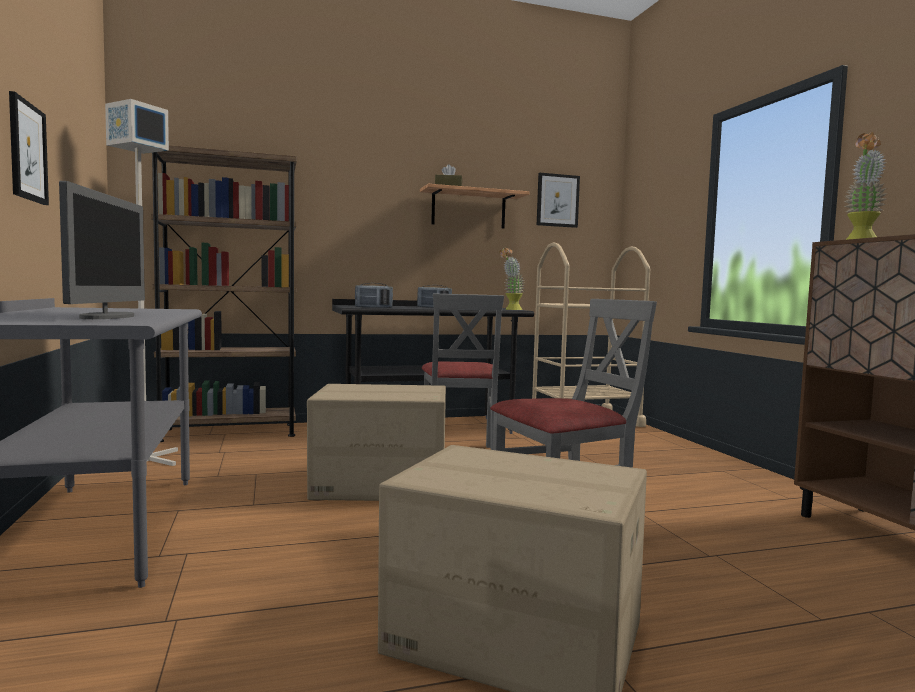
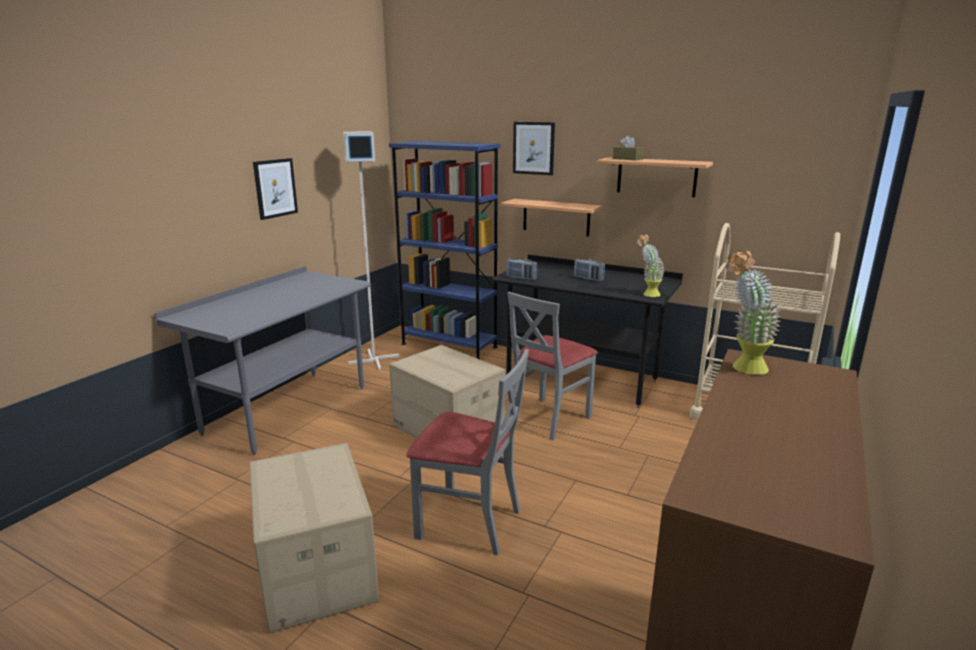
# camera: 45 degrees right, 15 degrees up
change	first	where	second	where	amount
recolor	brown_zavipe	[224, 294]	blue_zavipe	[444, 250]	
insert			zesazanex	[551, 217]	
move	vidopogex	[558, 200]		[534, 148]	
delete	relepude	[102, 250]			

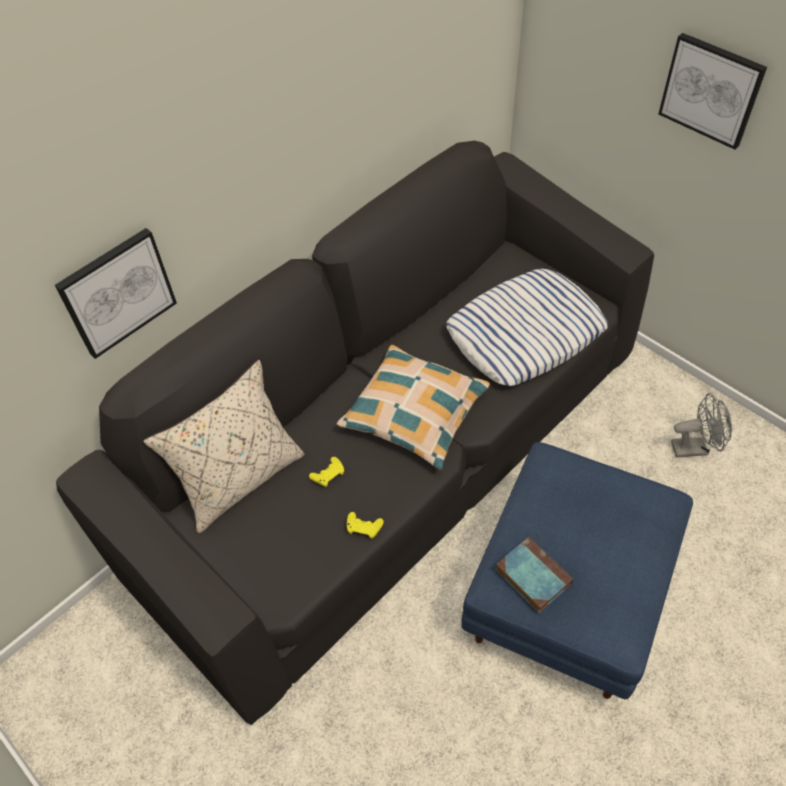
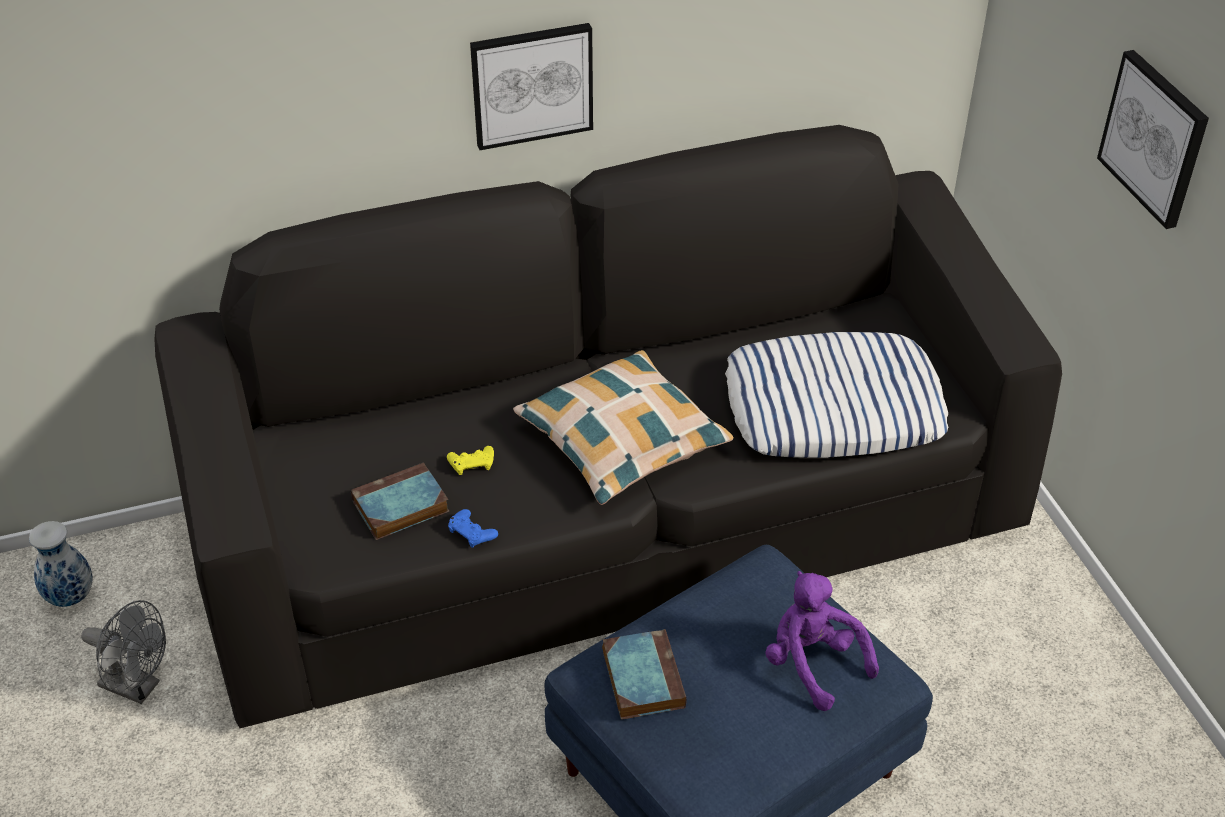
# camera: 25 degrees right, 10 degrees down
change	first	where	second	where	amount
insert			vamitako	[61, 564]	
move	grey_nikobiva	[701, 425]		[123, 652]	
insert			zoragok	[400, 501]	
recolor	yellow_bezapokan	[365, 525]	blue_bezapokan	[473, 528]	
move	vidopogex	[116, 293]		[531, 86]	
insert			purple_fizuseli	[822, 641]	
delete	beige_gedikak	[224, 446]			

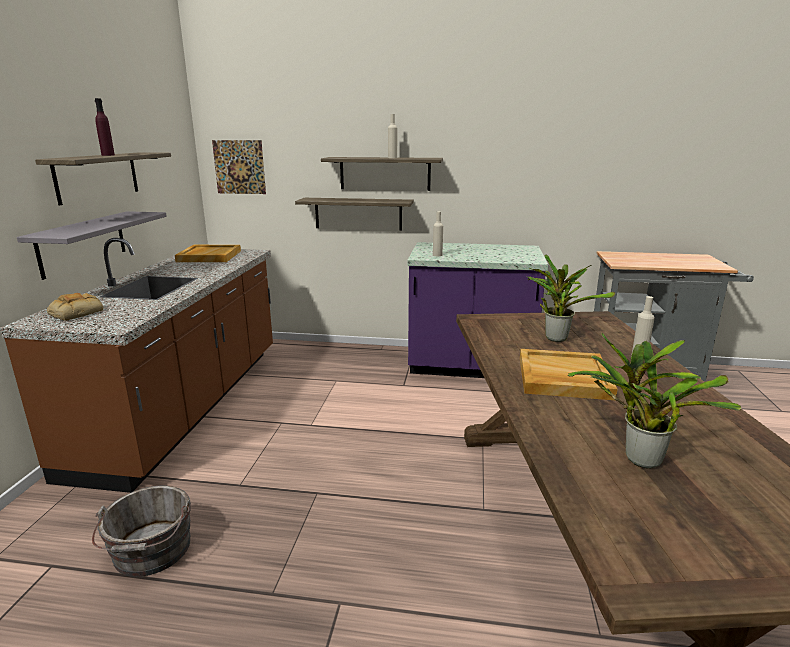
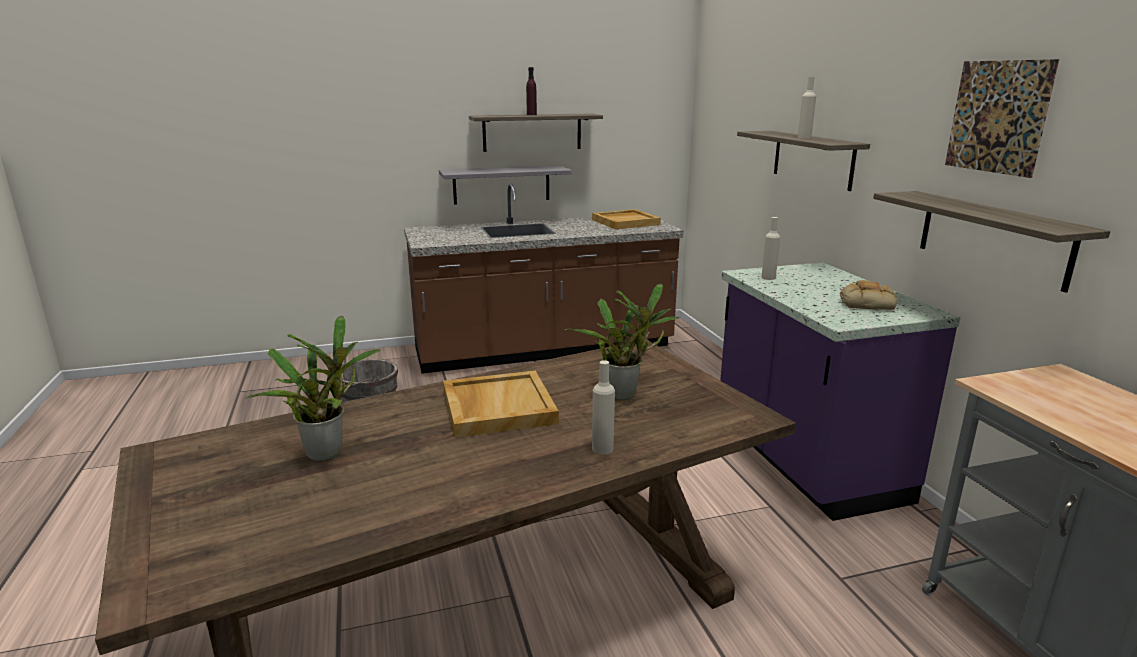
# camera: 65 degrees right, 0 degrees up
change	first	where	second	where	amount
move	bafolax	[75, 307]		[868, 295]	
move	zesazanex	[354, 214]		[991, 242]	
move	vidopogex	[239, 167]		[1002, 118]	

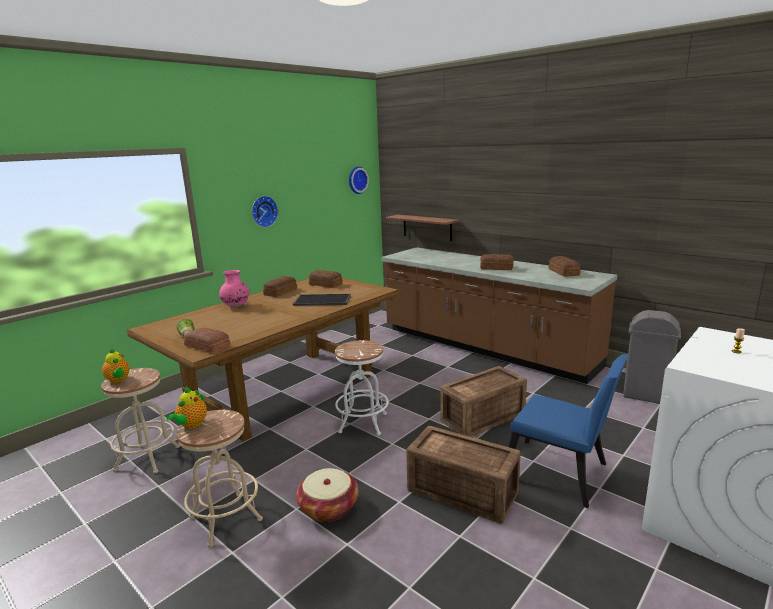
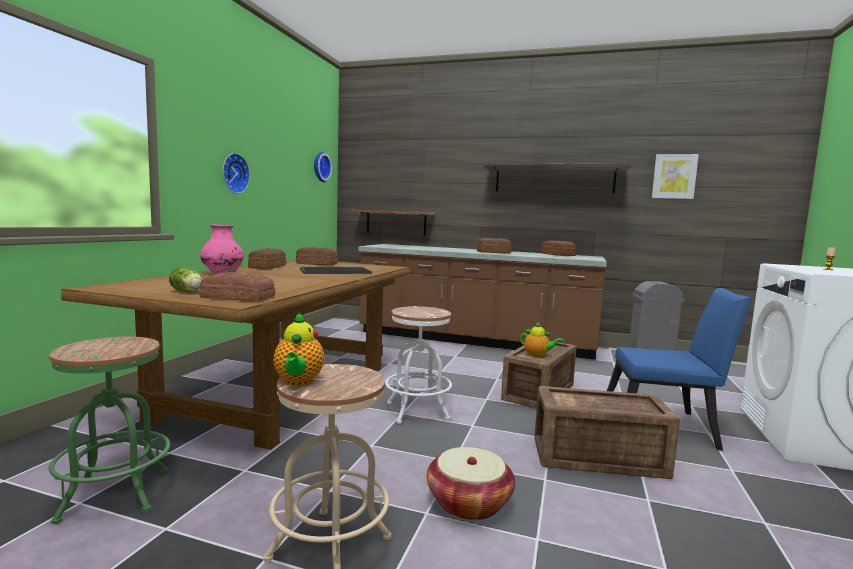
# camera: 25 degrees left, 10 degrees down
change	first	where	second	where	amount
recolor	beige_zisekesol	[140, 420]	green_zisekesol	[109, 430]	
insert			zesazanex	[557, 178]	
move	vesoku	[116, 365]		[541, 339]	
insert			vidopogex	[675, 176]	

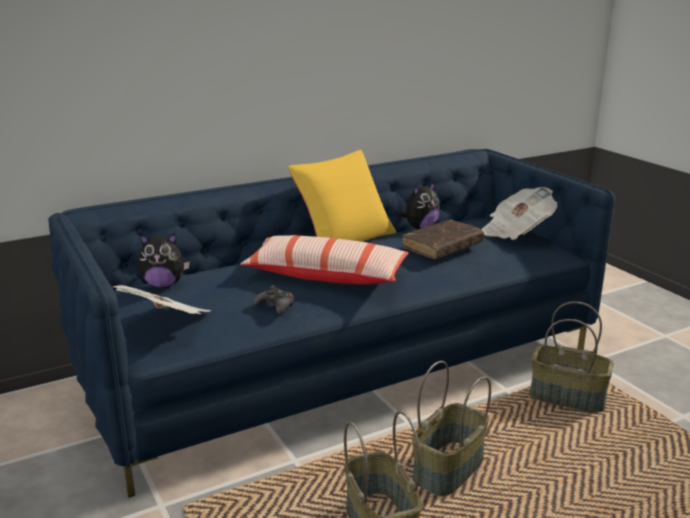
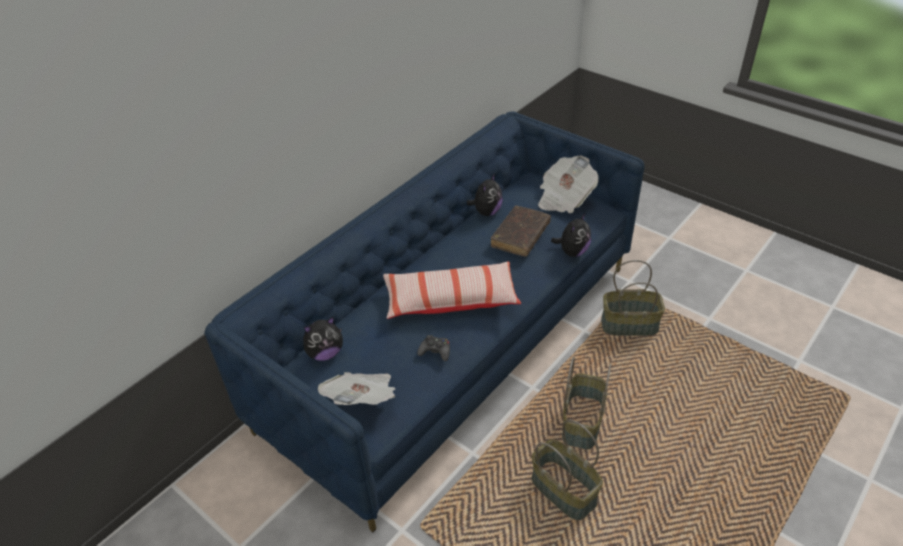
# camera: 20 degrees left, 20 degrees up
change	first	where	second	where	amount
insert			fizuseli	[571, 234]	
delete	yellow_gedikak	[342, 196]			

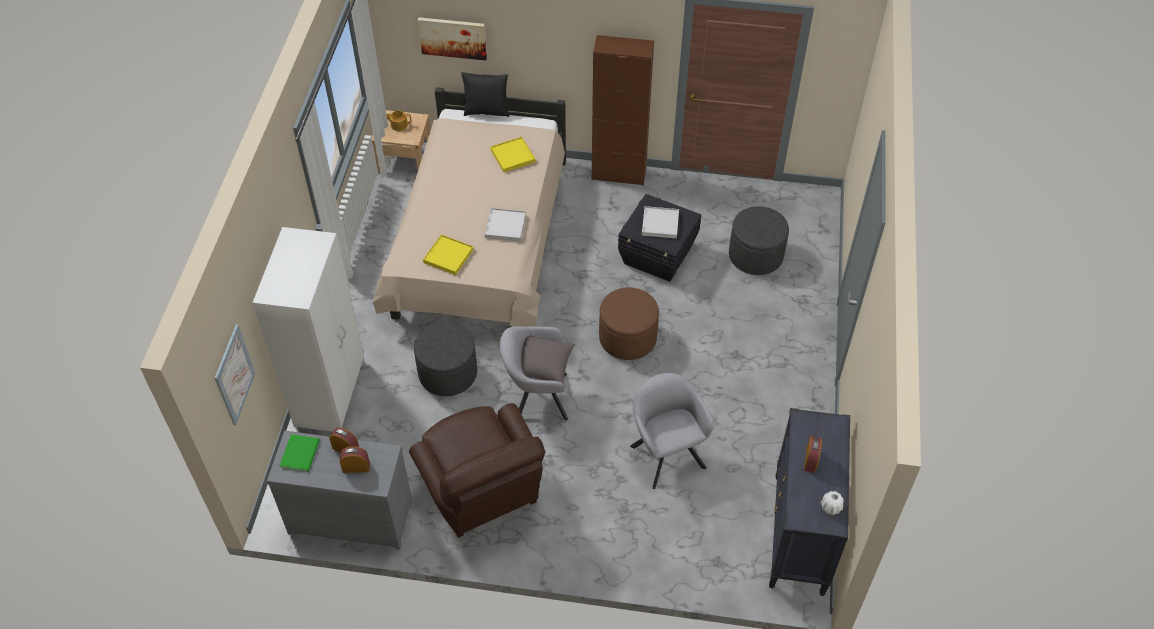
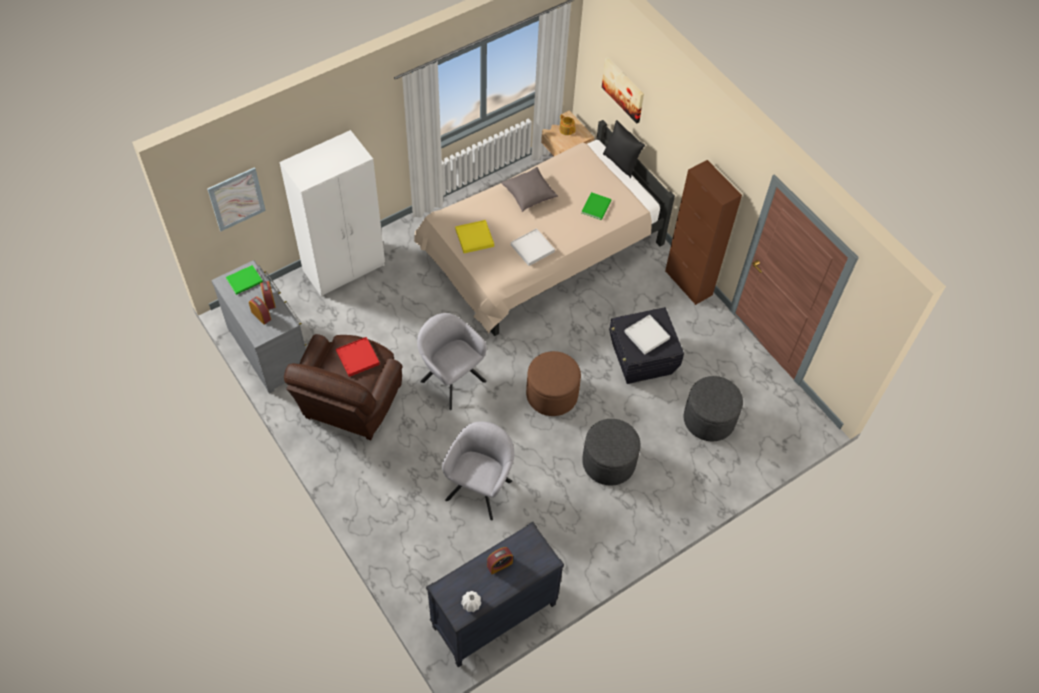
# camera: 45 degrees right, 5 degrees up
change	first	where	second	where	amount
insert			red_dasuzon	[358, 357]	
move	grey_gedikak	[548, 360]		[529, 189]	
replace	yellow_dasuzon	[513, 154]	green_zoragok	[596, 206]	
move	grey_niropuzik	[445, 359]		[611, 452]	

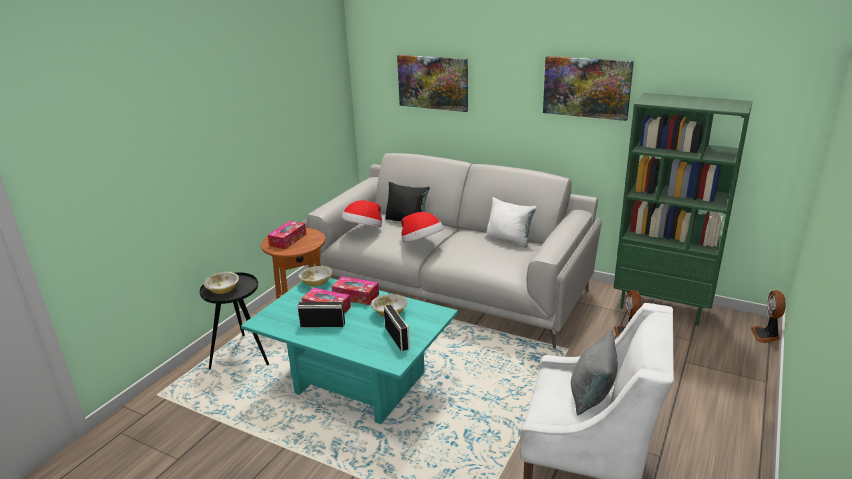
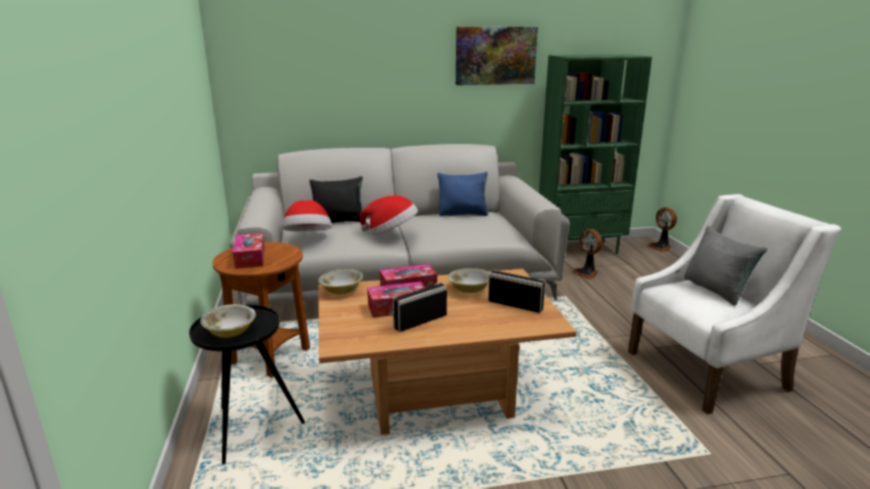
# camera: 40 degrees left, 5 degrees down
change	first	where	second	where	amount
recolor	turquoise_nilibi	[349, 351]	brown_nilibi	[447, 352]	
recolor	white_gedikak	[511, 222]	blue_gedikak	[463, 194]	
delete	vidopogex	[432, 83]			

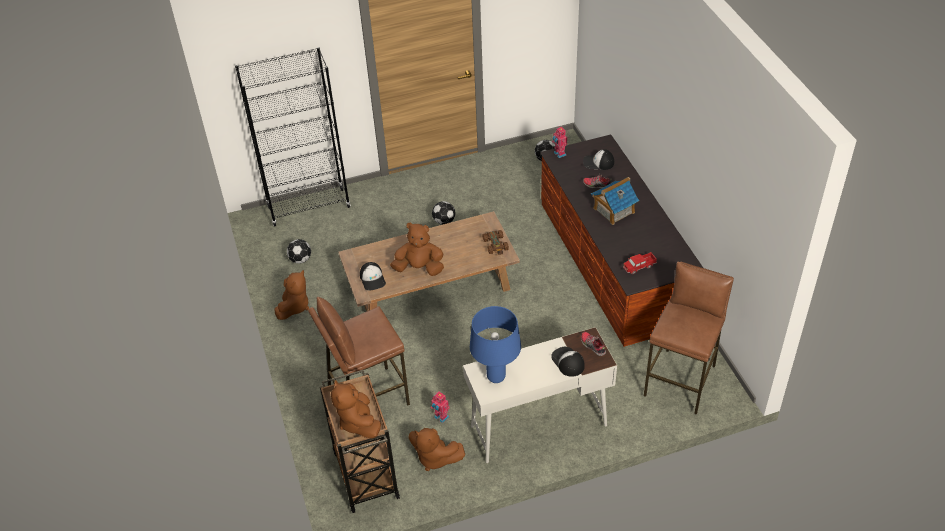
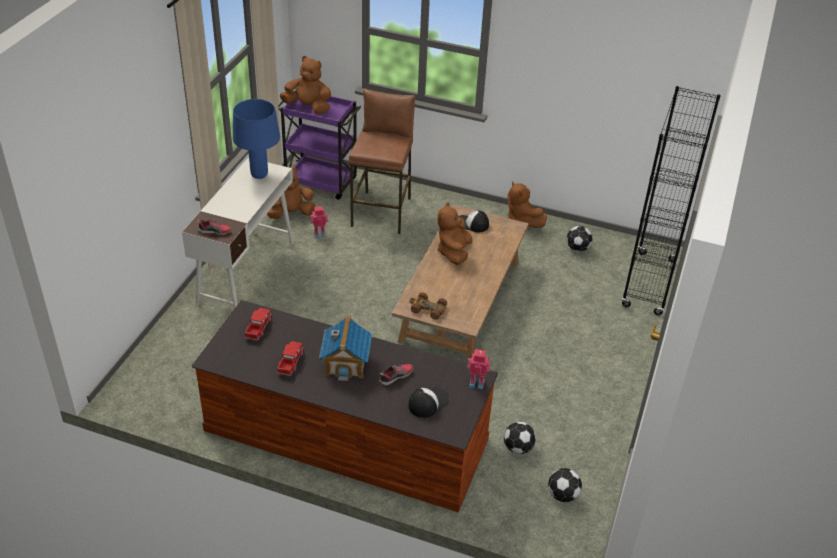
# camera: 125 degrees right, 5 degrees down
change	first	where	second	where	amount
insert			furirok	[290, 358]	
recolor	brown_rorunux	[360, 441]	purple_rorunux	[320, 145]	
rotate	brown_fizuseli	[417, 249]		[455, 234]	150 degrees clockwise
move	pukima	[443, 213]		[520, 438]	
delete	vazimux	[568, 362]			
delete	brown_zisekesol	[689, 338]			

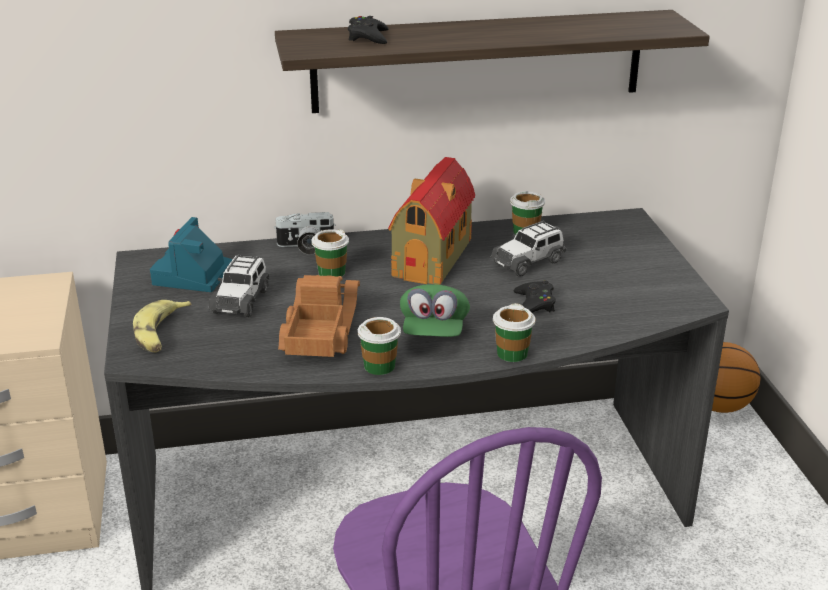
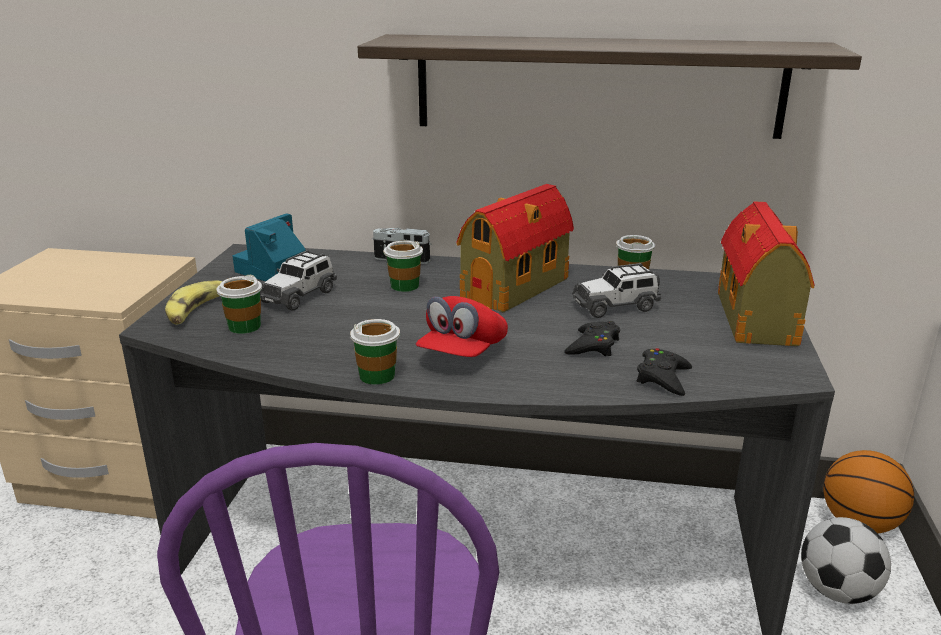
# camera: 20 degrees right, 5 degrees down
change	first	where	second	where	amount
move	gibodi	[514, 332]		[239, 304]	
recolor	green_vazimux	[435, 310]	red_vazimux	[462, 326]	
move	black_bezapokan	[368, 30]		[664, 372]	
insert			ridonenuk	[766, 273]	
insert			pukima	[846, 560]	
delete	furirok	[319, 316]			

